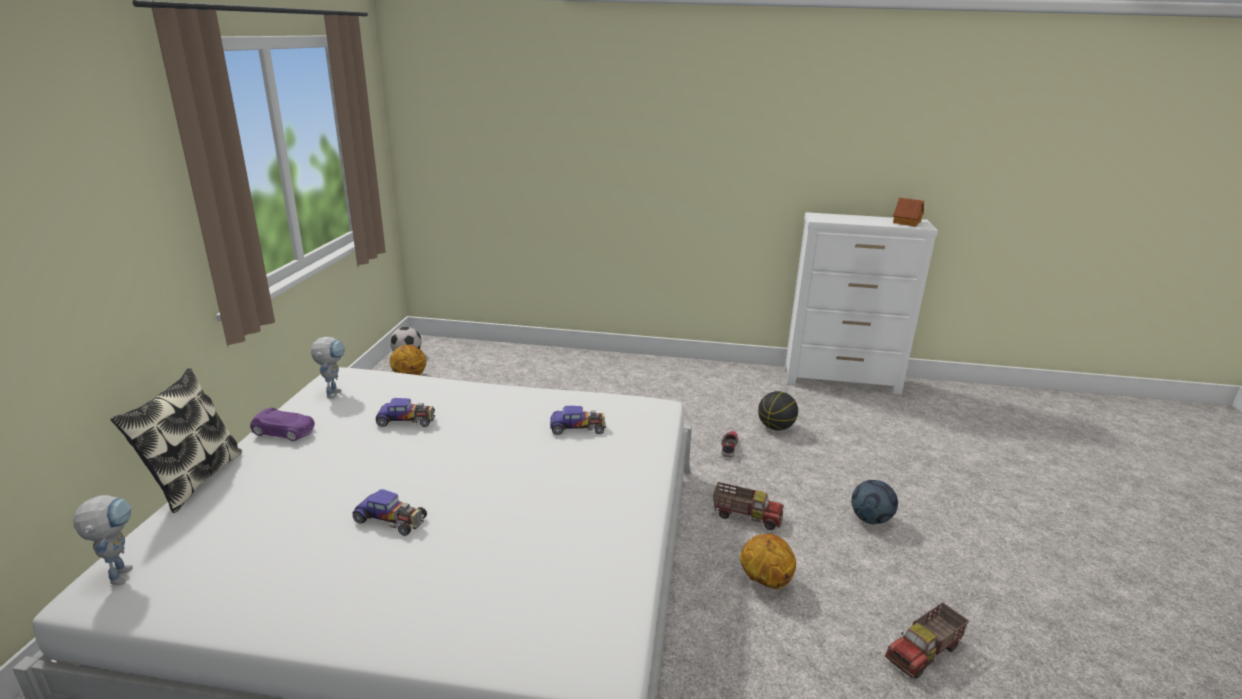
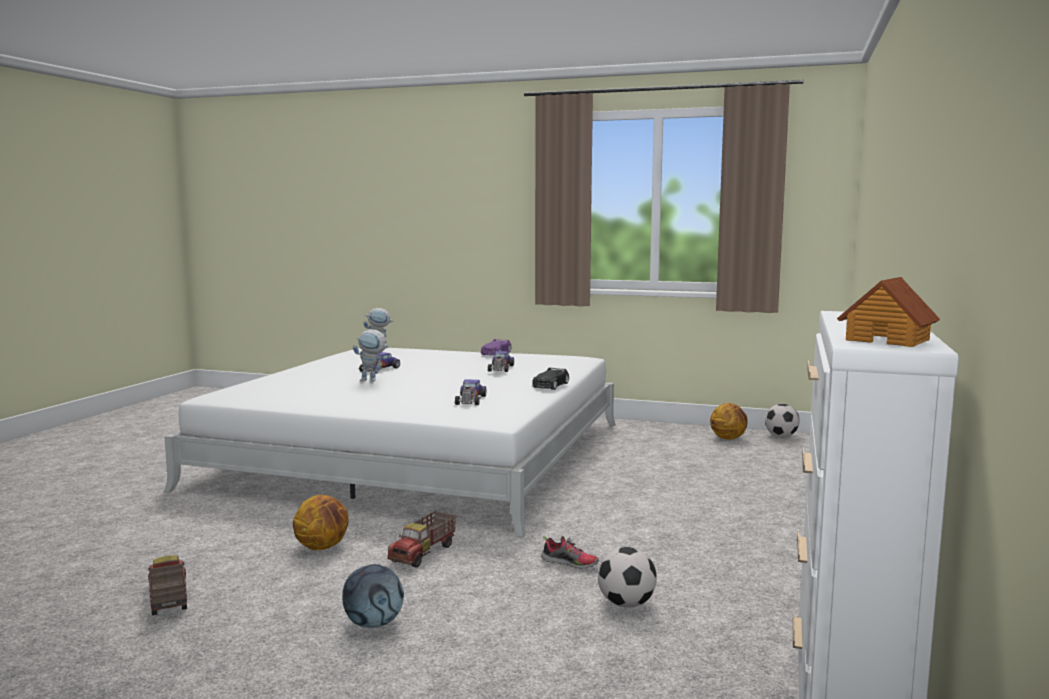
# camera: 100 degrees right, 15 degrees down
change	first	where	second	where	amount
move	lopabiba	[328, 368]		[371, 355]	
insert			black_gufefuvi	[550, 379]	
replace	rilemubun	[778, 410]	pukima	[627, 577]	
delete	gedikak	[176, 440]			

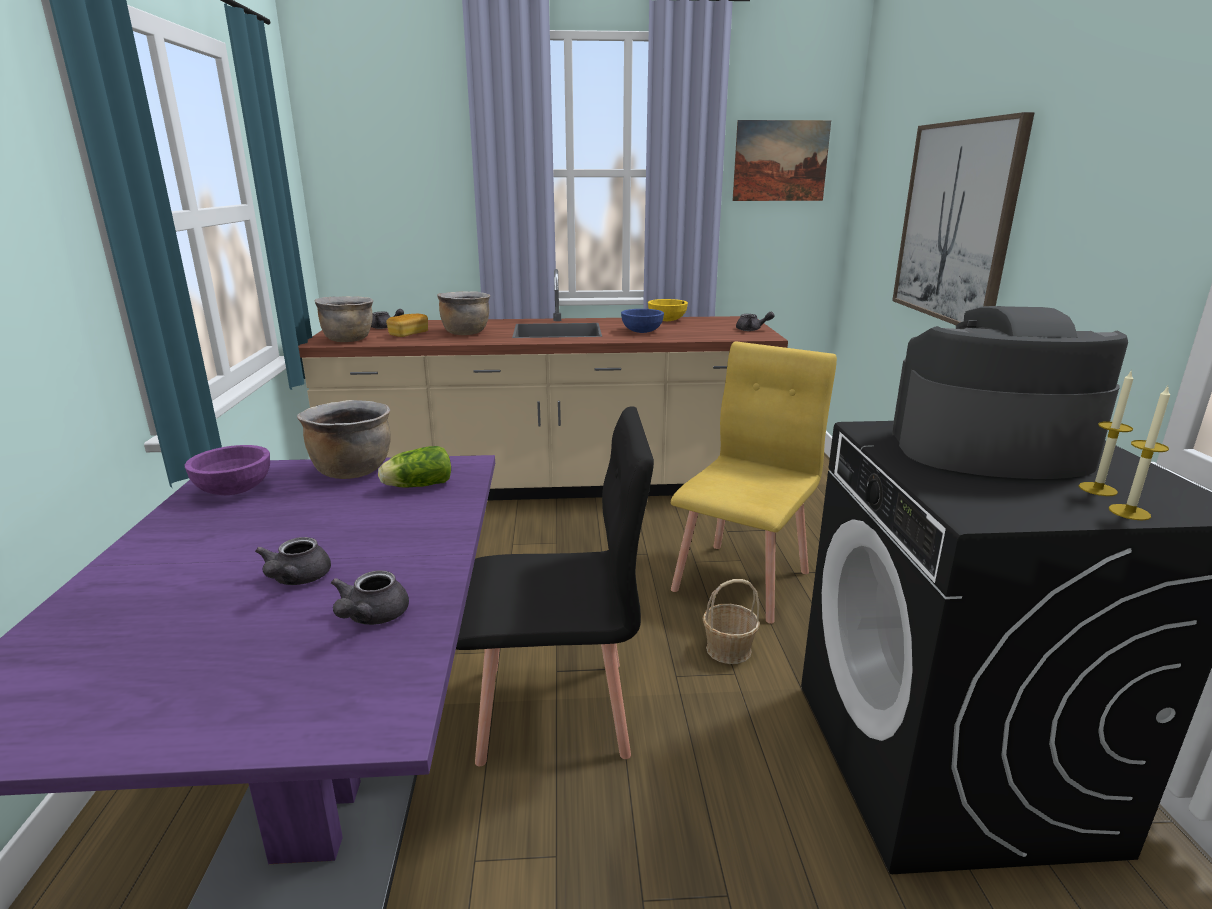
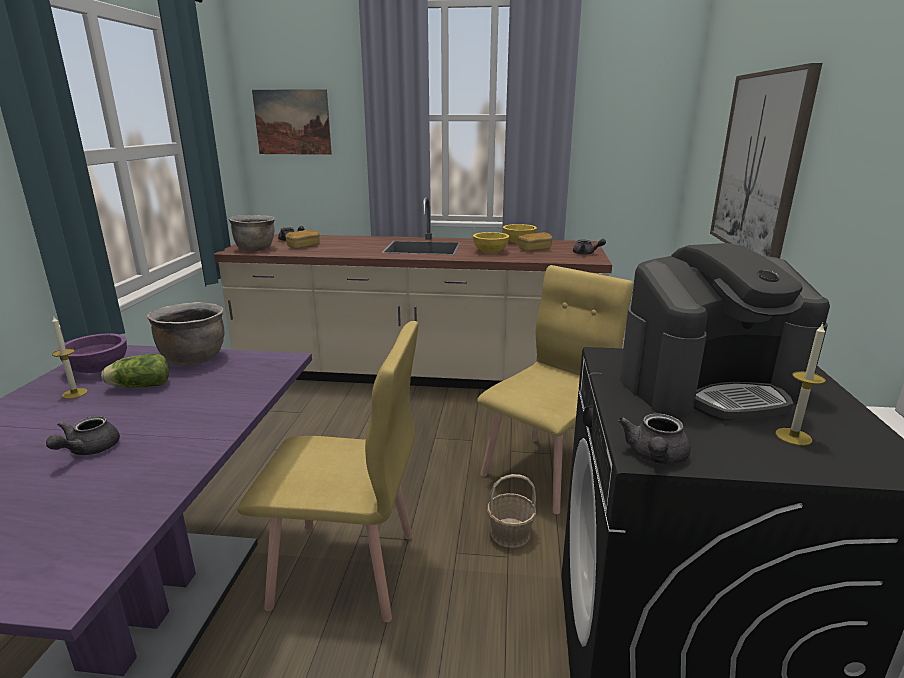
# camera: 10 degrees right, 0 degrees up
change	first	where	second	where	amount
move	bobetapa	[1139, 453]		[70, 357]	
move	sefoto	[414, 467]		[135, 371]	
recolor	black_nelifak	[555, 586]	yellow_nelifak	[327, 472]	
move	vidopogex	[781, 160]		[292, 122]	
recolor	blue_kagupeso	[642, 321]	yellow_kagupeso	[491, 242]	
insert			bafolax	[535, 241]	
move	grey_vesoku	[370, 597]		[654, 439]	
rotate	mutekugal	[1010, 392]		[725, 332]	150 degrees clockwise
delete	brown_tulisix	[463, 313]			

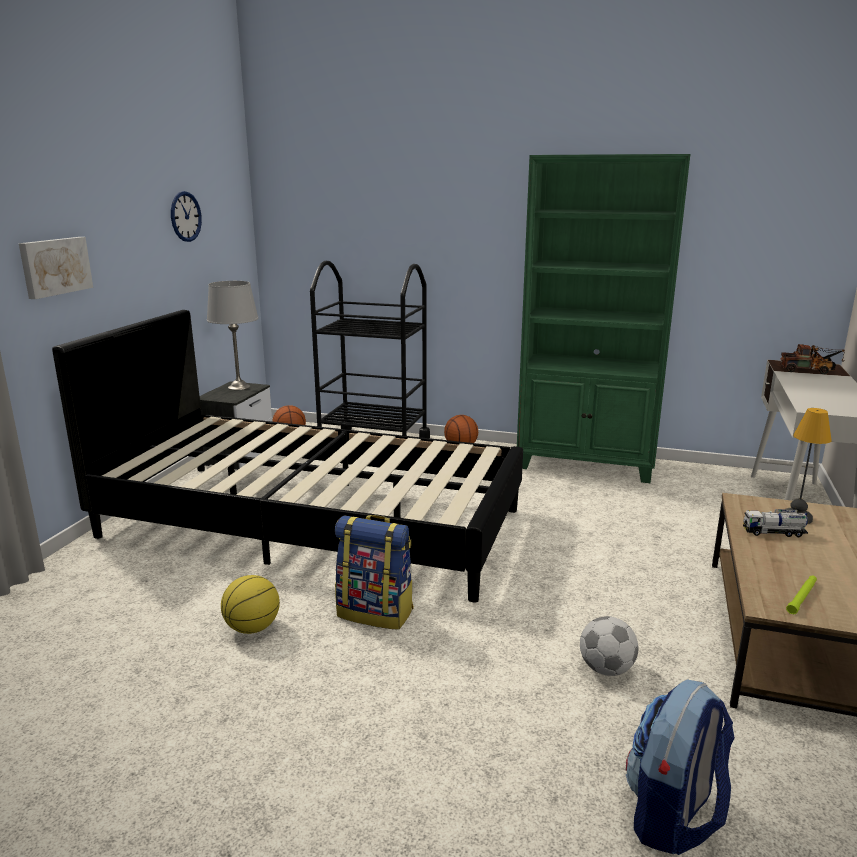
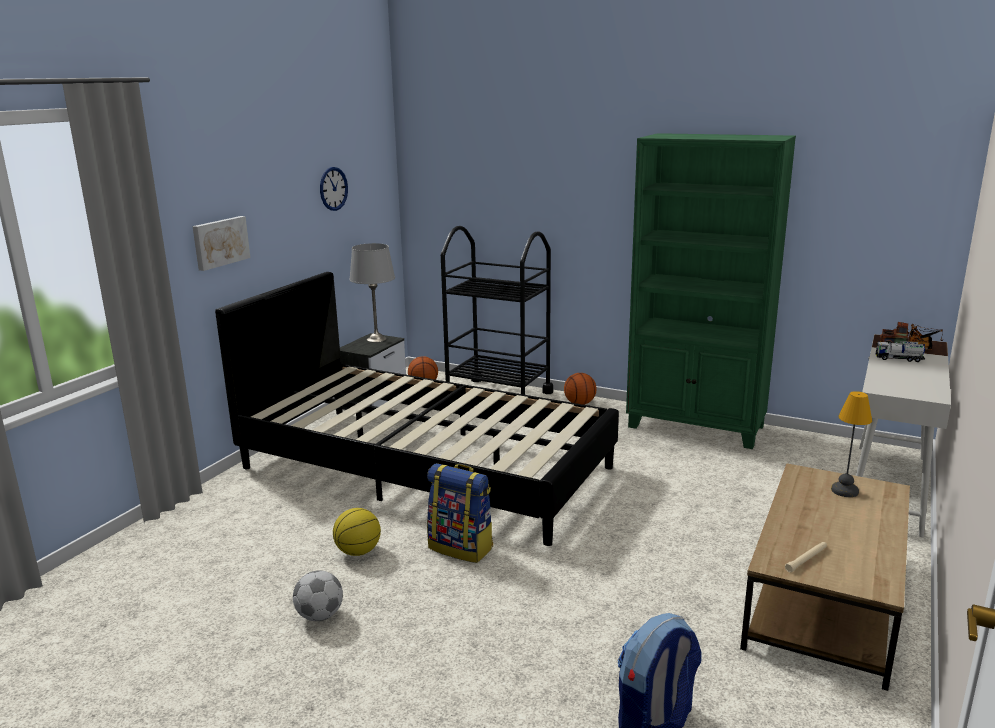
# camera: 10 degrees right, 0 degrees up
change	first	where	second	where	amount
move	pukima	[609, 646]		[318, 595]	
recolor	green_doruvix	[801, 595]	beige_doruvix	[806, 557]	
move	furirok	[775, 523]		[900, 351]	

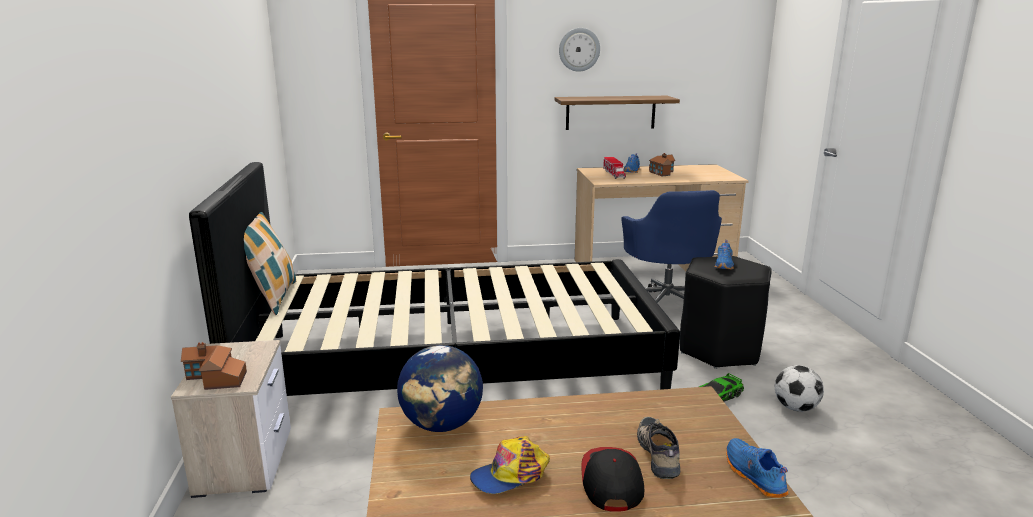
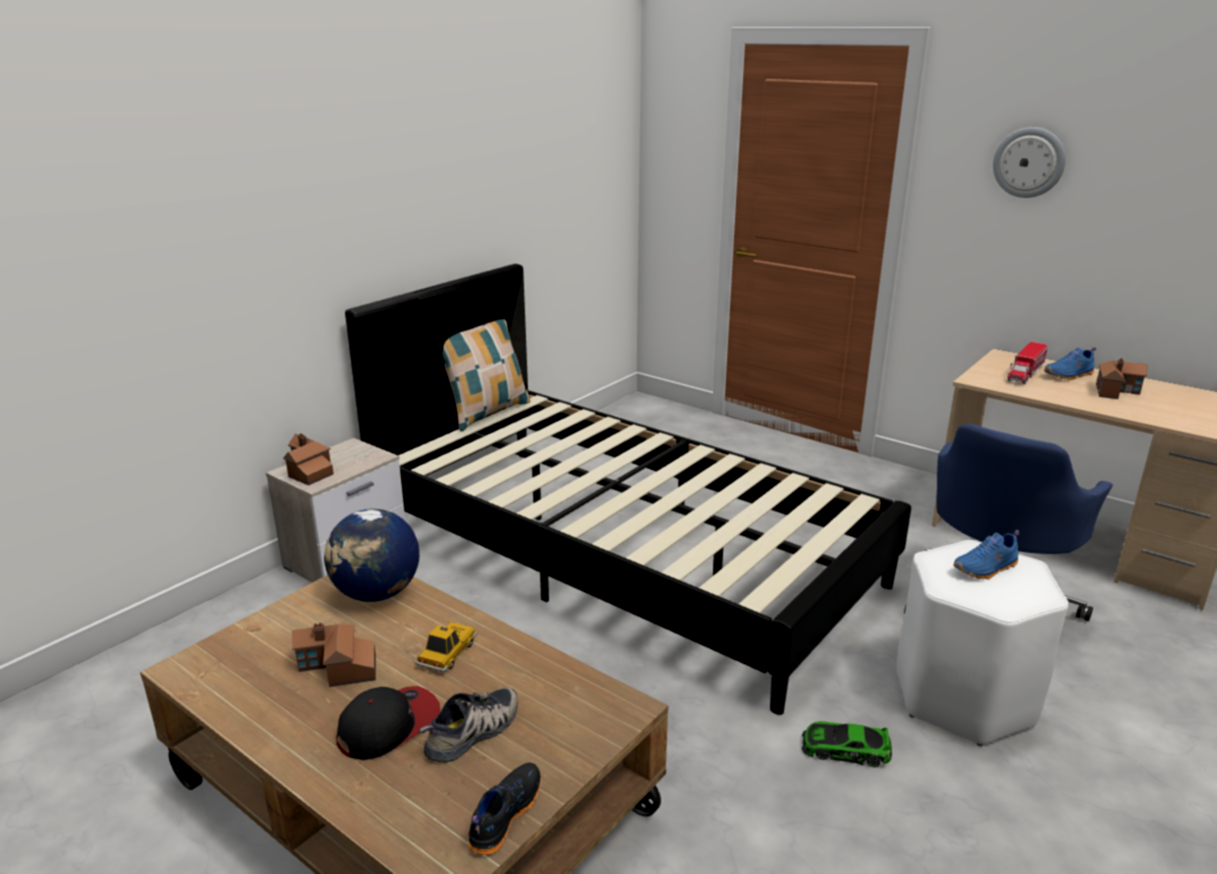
# camera: 45 degrees right, 5 degrees up
change	first	where	second	where	amount
replace	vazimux	[510, 465]	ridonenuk	[334, 655]	
insert			gufefuvi	[446, 647]	
recolor	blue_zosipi	[757, 468]	black_zosipi	[504, 808]	
recolor	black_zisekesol	[726, 312]	white_zisekesol	[982, 643]	
delete	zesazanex	[617, 113]			
delete	pukima	[799, 388]			

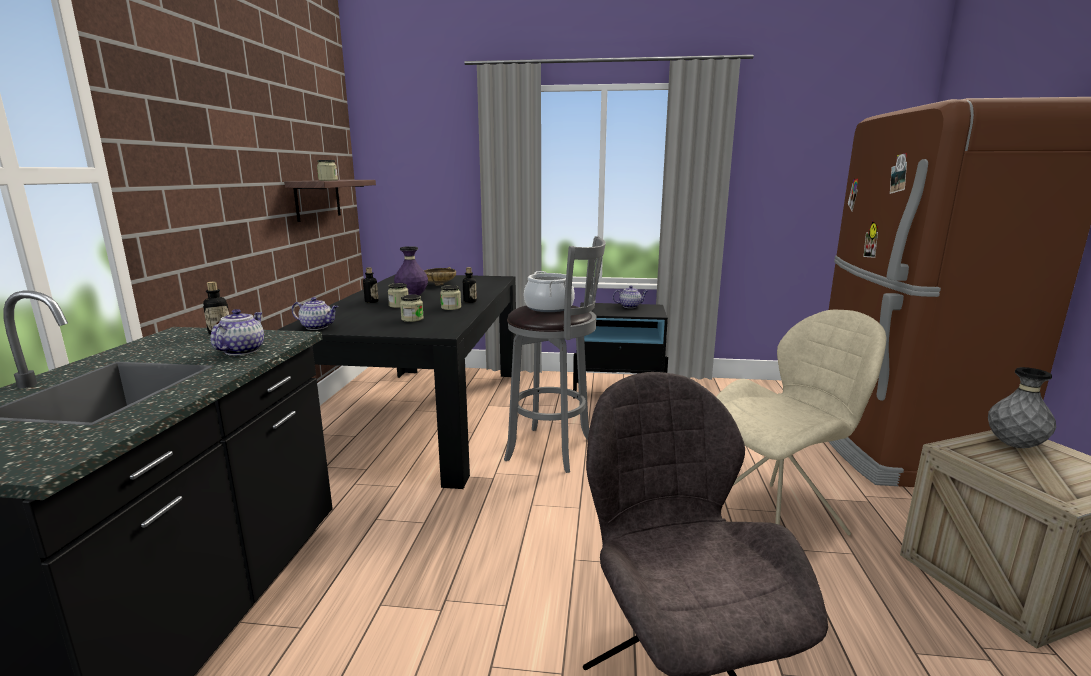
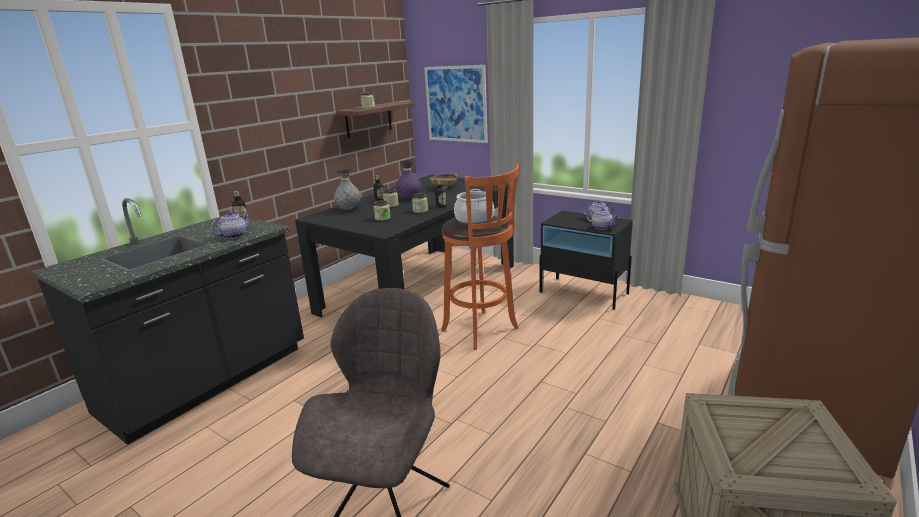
# camera: 30 degrees right, 5 degrees up
change	first	where	second	where	amount
move	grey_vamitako	[1022, 407]		[347, 189]	
insert			vidopogex	[456, 104]	
recolor	grey_zisekesol	[555, 354]	orange_zisekesol	[480, 256]	
move	vesoku	[315, 313]		[602, 219]	
delete	beige_nelifak	[801, 423]			

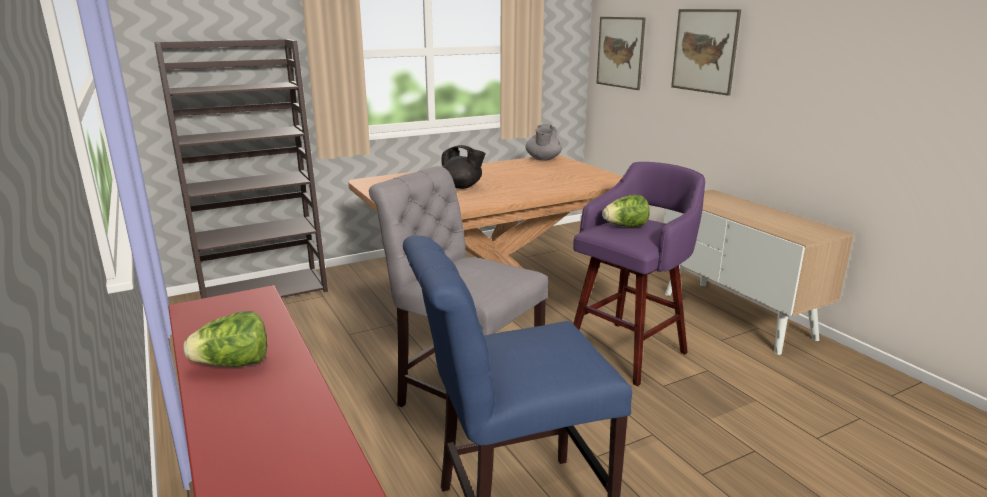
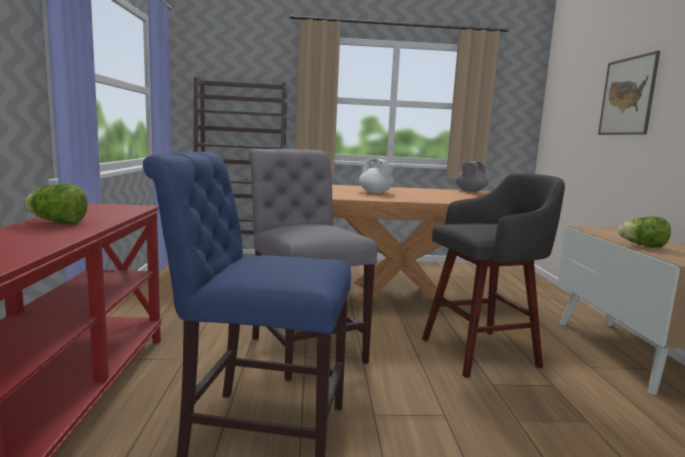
# camera: 25 degrees right, 10 degrees down
change	first	where	second	where	amount
recolor	black_vesoku	[464, 167]	white_vesoku	[377, 176]	
recolor	purple_zisekesol	[639, 274]	grey_zisekesol	[493, 275]	
move	sefoto	[626, 211]		[644, 232]	
delete	vidopogex	[621, 53]			

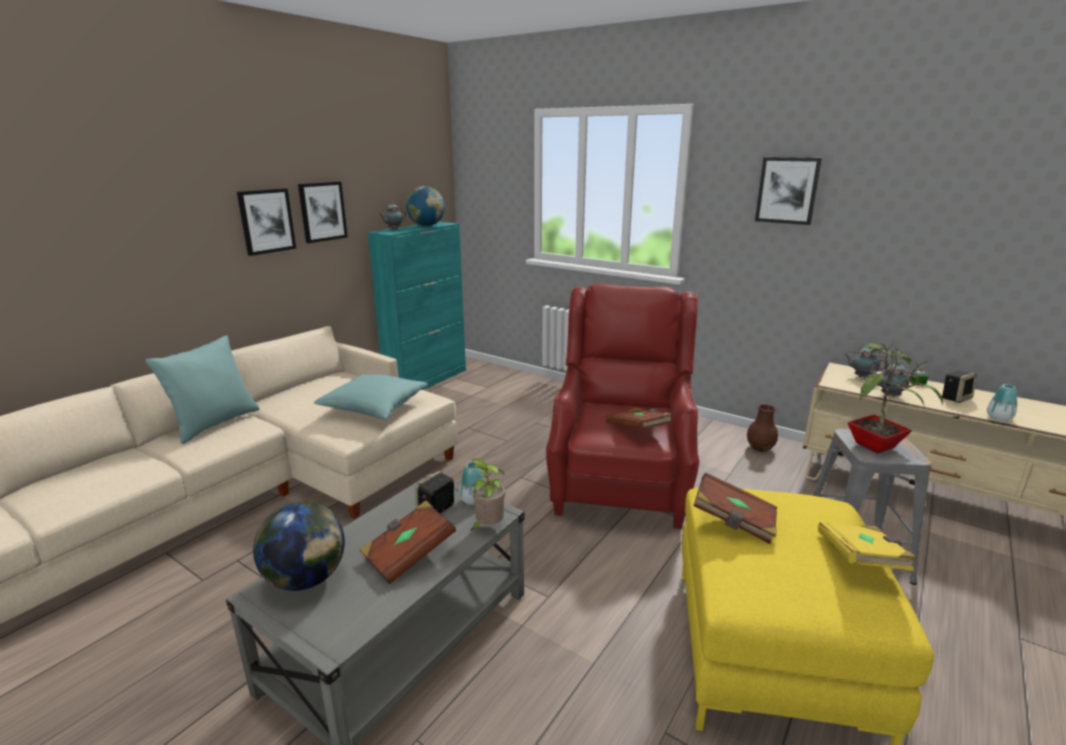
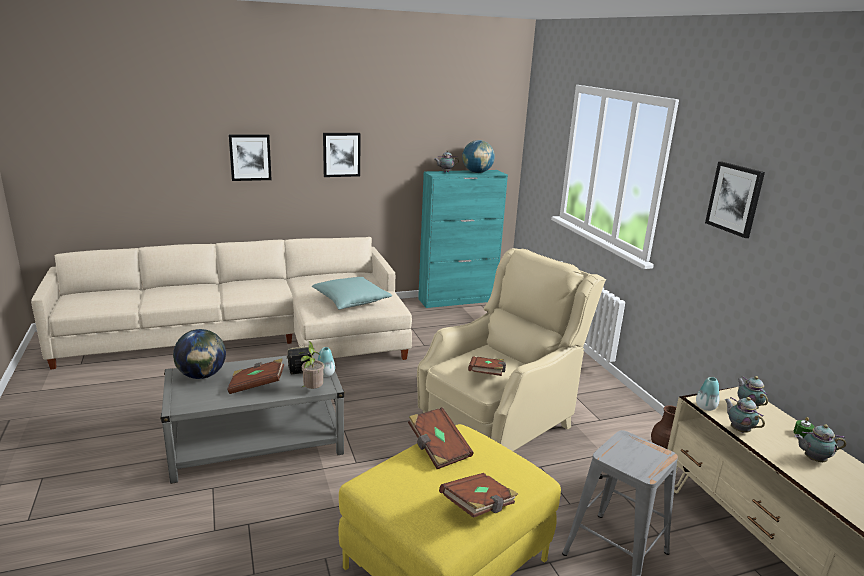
# camera: 35 degrees right, 0 degrees up
change	first	where	second	where	amount
move	vidopogex	[323, 212]		[250, 158]	
recolor	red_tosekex	[622, 406]	beige_tosekex	[511, 349]	
recolor	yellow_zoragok	[867, 546]	brown_zoragok	[478, 495]	
move	vamitako	[1002, 402]		[707, 394]	
replace	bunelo	[959, 386]	vesoku	[820, 443]	
delete	turquoise_gedikak	[202, 389]			
delete	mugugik	[895, 398]			

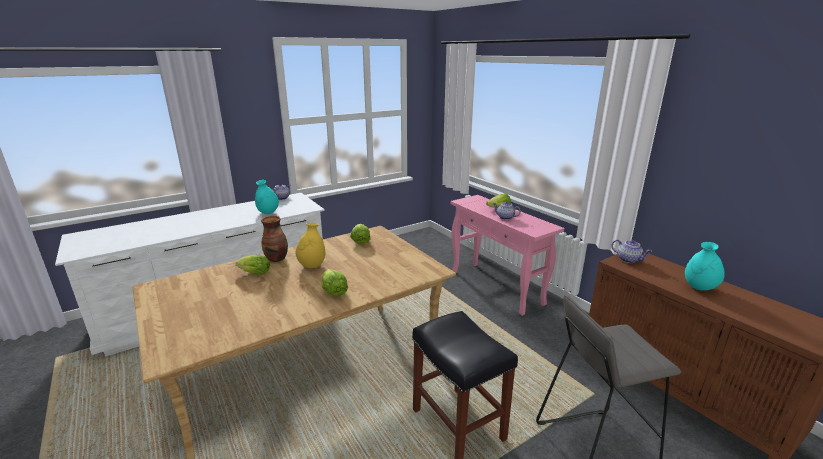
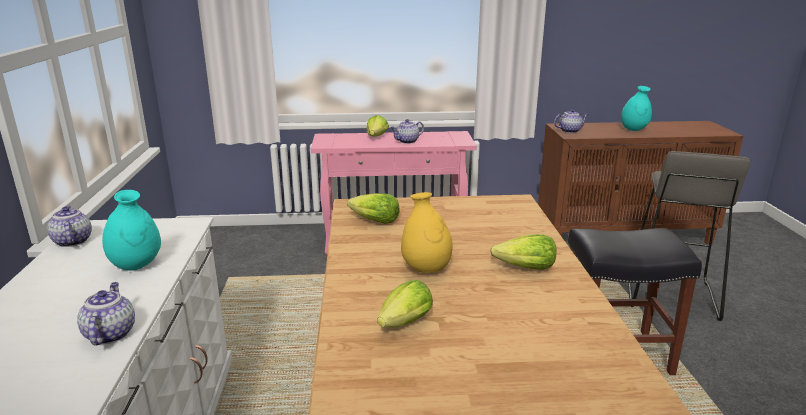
# camera: 60 degrees left, 0 degrees up
change	first	where	second	where	amount
insert			vesoku	[106, 313]	
delete	vamitako	[274, 239]			

